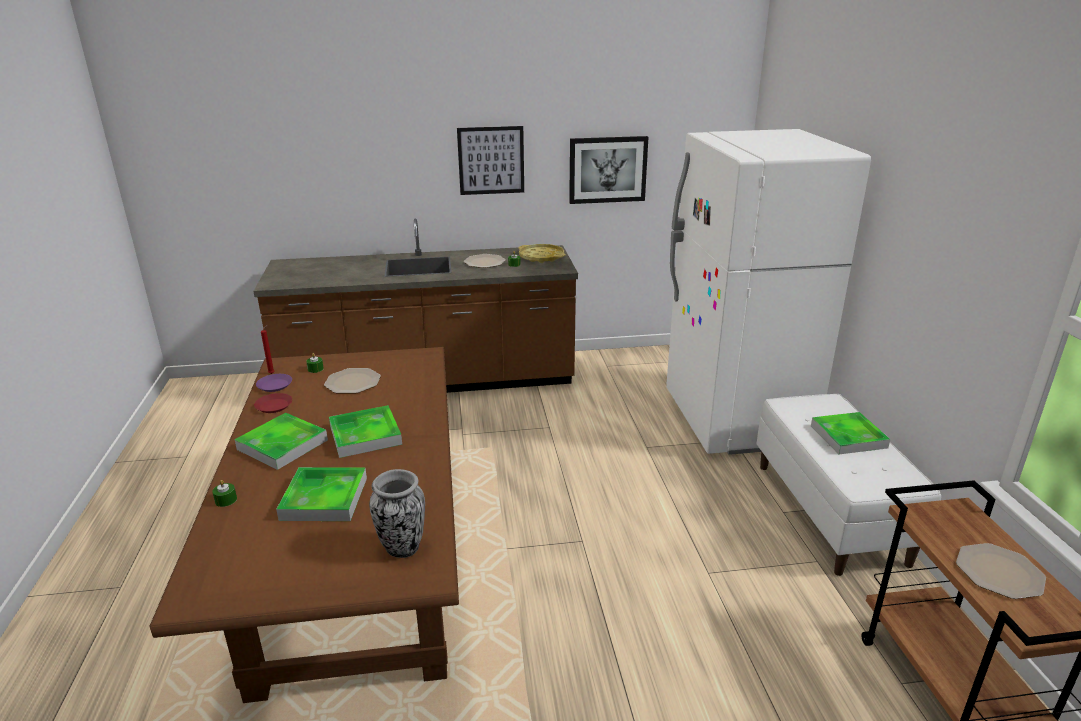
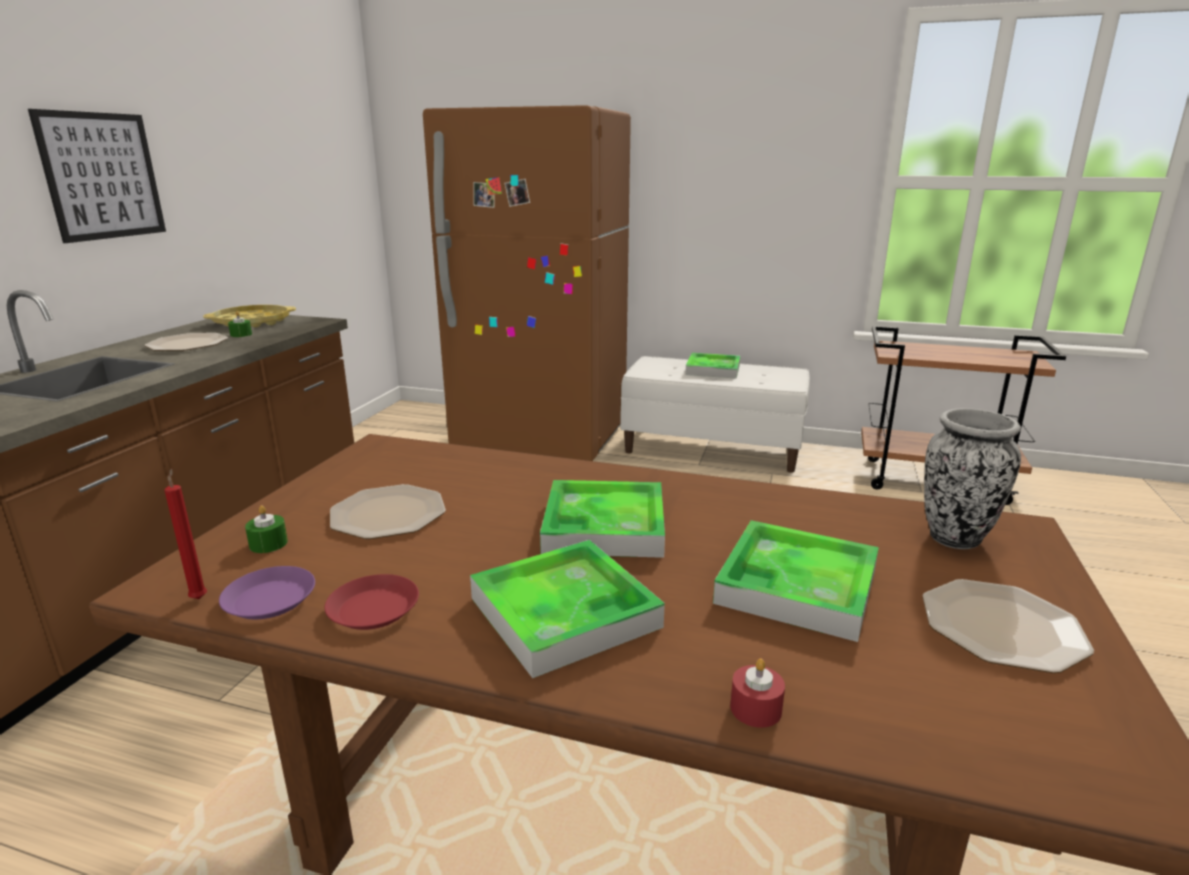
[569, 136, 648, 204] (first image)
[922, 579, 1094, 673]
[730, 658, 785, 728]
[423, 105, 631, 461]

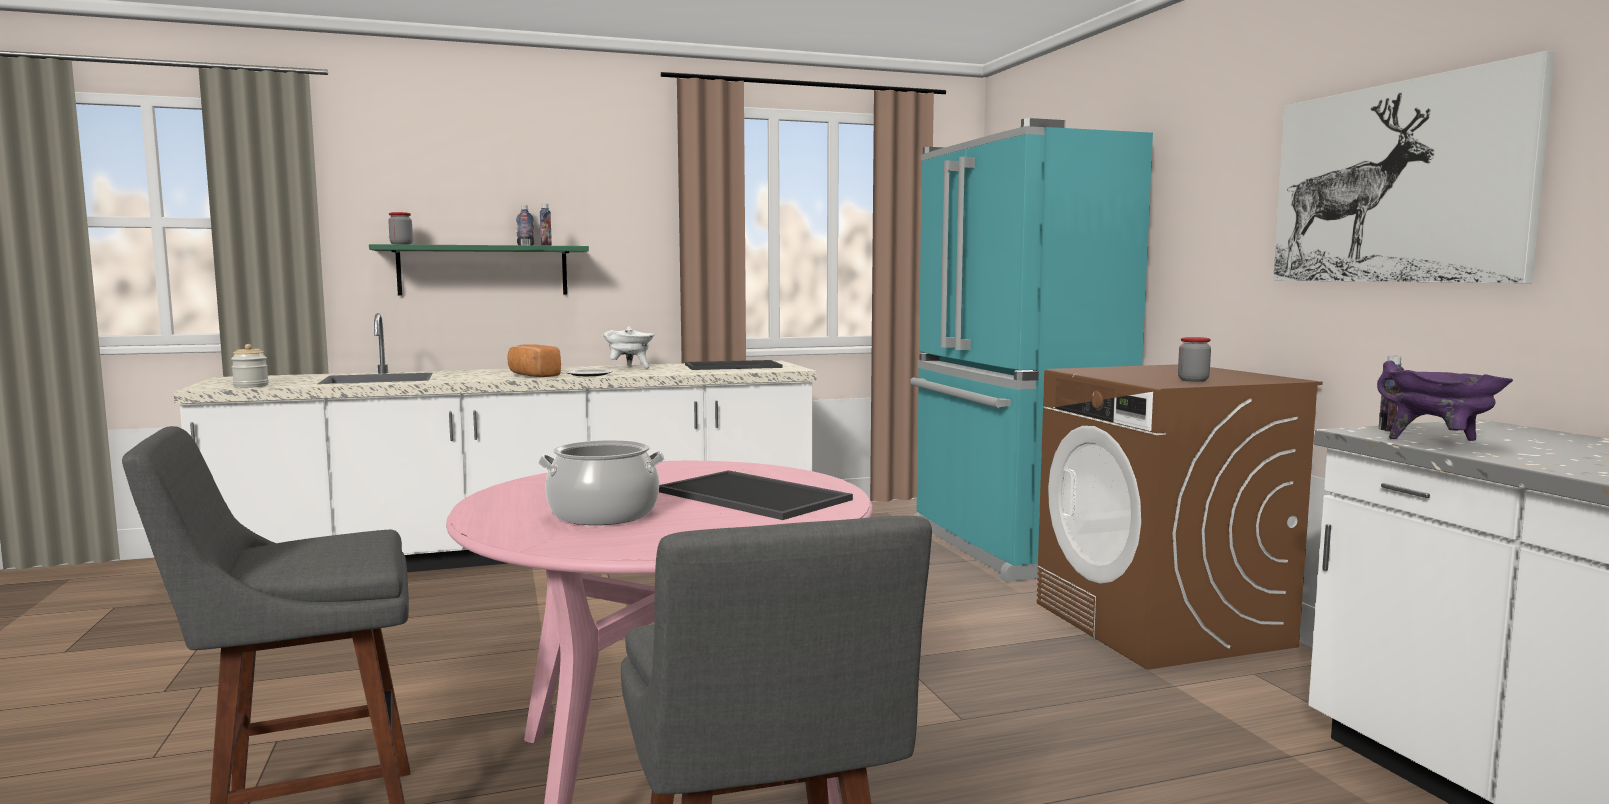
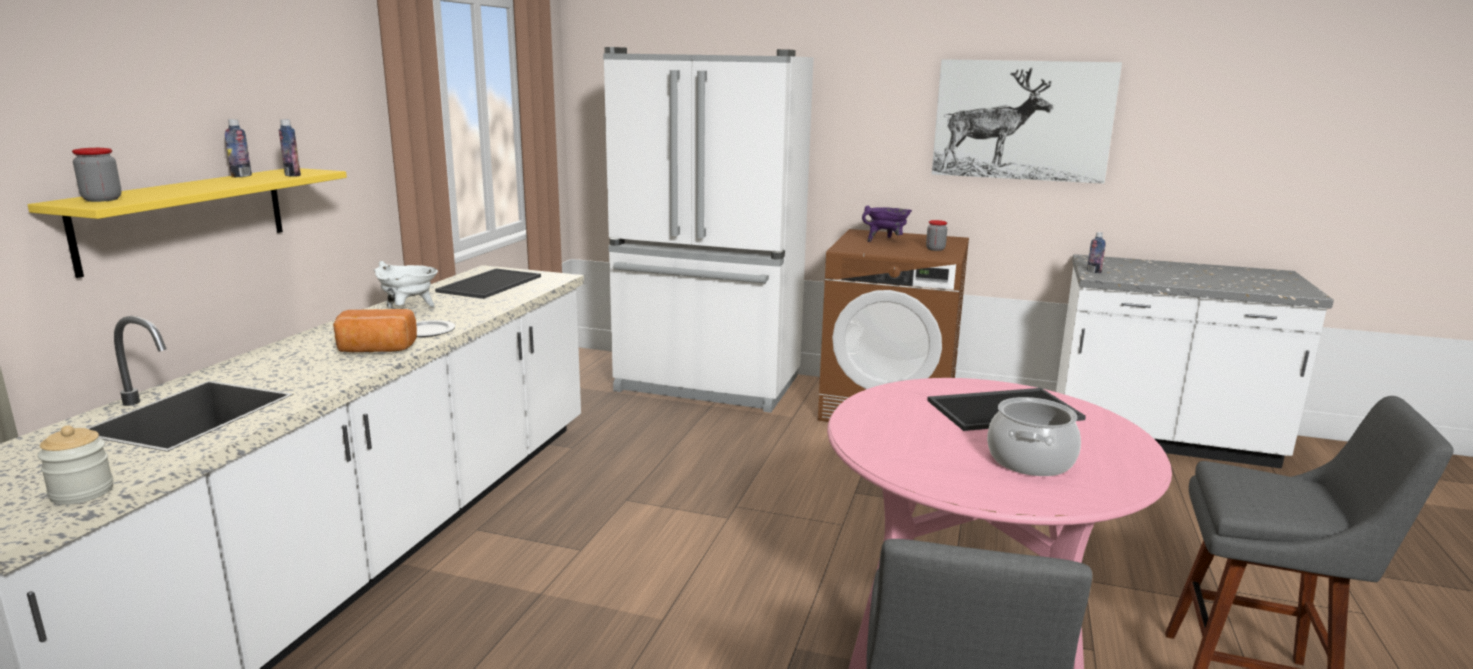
[862, 206, 912, 242]
[28, 168, 347, 278]
[603, 47, 814, 413]

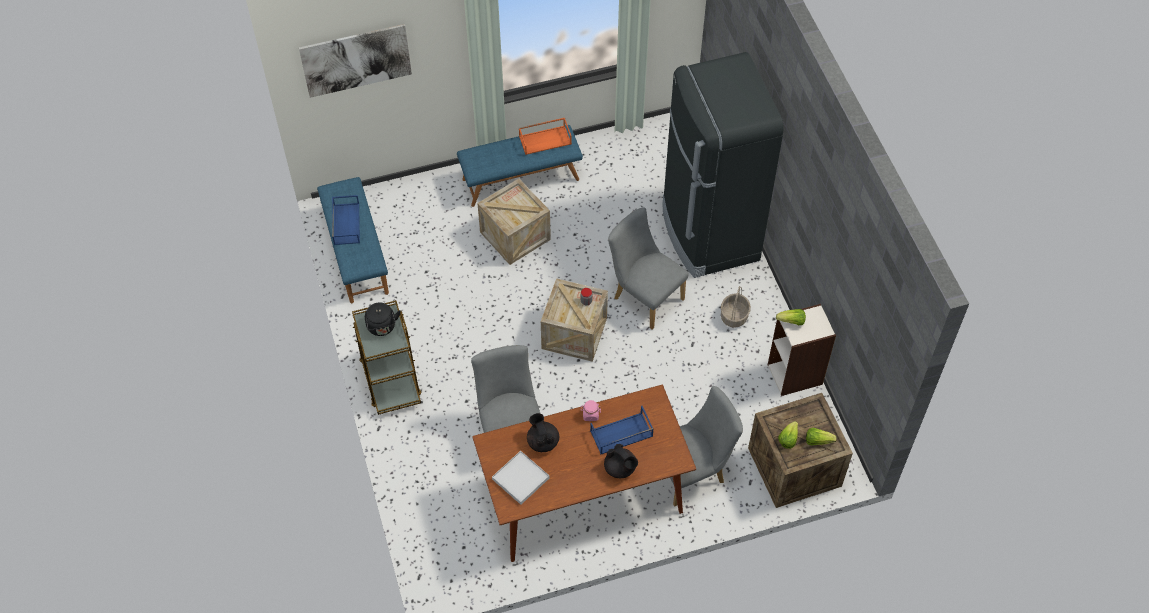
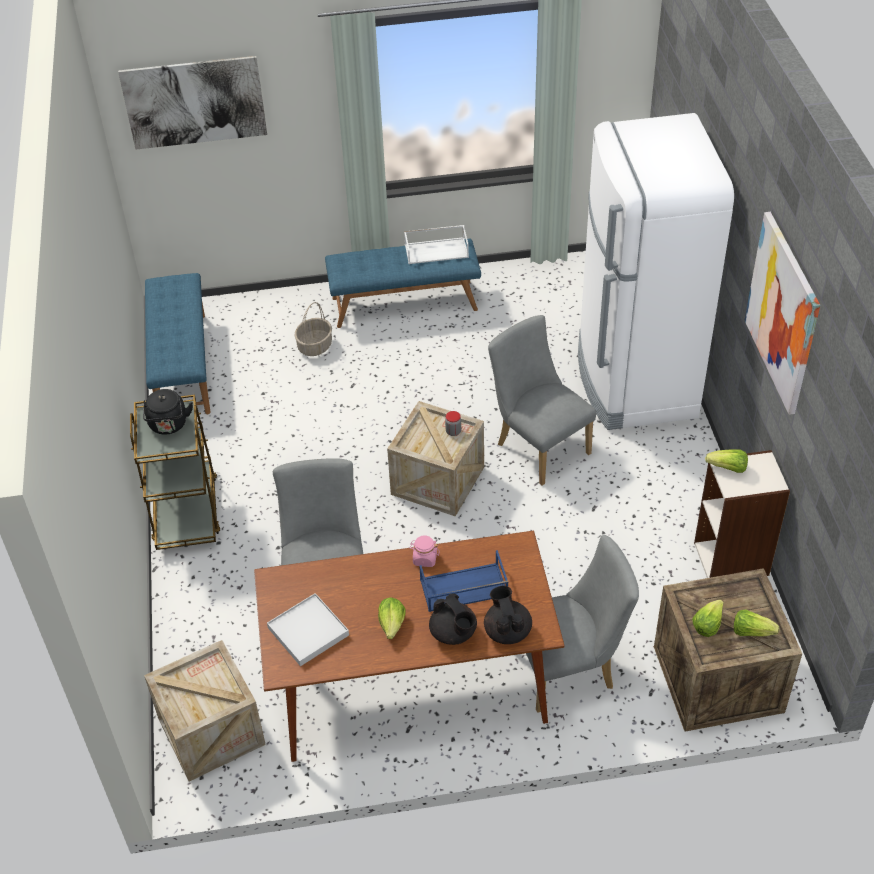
[332, 195, 360, 245] (first image)
[378, 597, 406, 639]
[744, 212, 820, 415]
[144, 640, 266, 782]
[484, 586, 532, 644]
[294, 302, 332, 356]
[404, 225, 469, 264]
[578, 113, 734, 430]

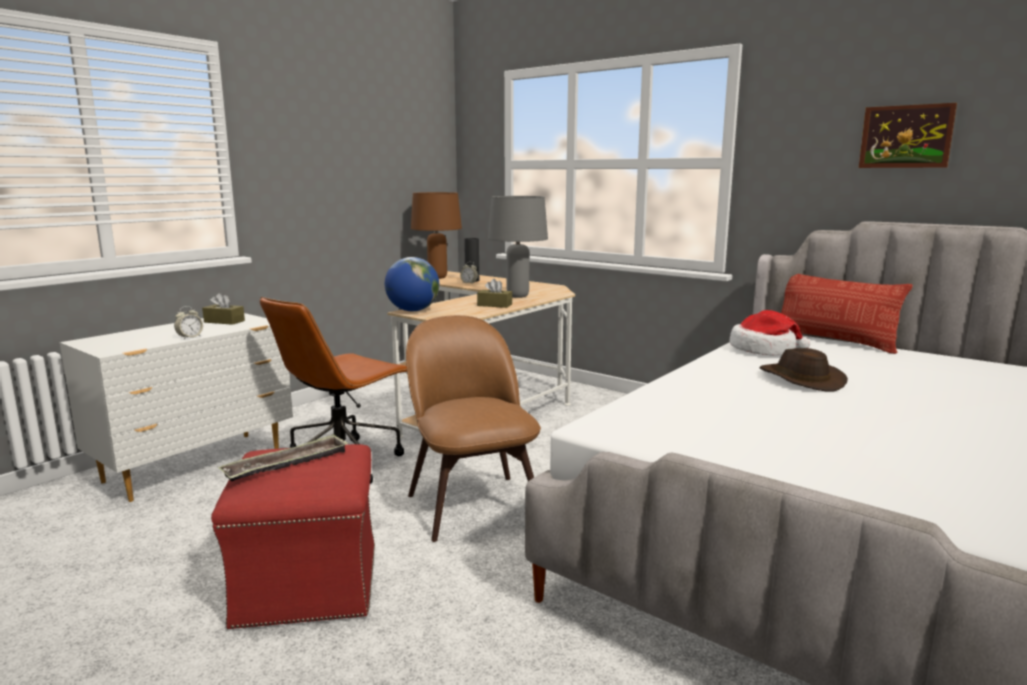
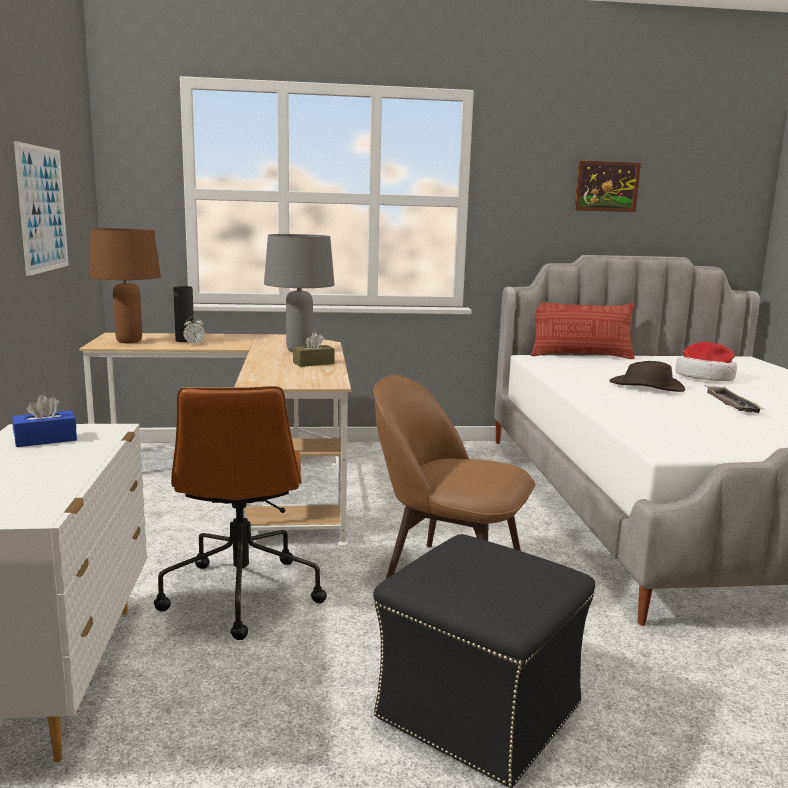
[174, 306, 203, 339] (first image)
[385, 257, 439, 311] (first image)
[14, 141, 69, 276]
[704, 385, 763, 413]
[676, 342, 737, 381]
[13, 395, 77, 447]
[373, 534, 595, 788]

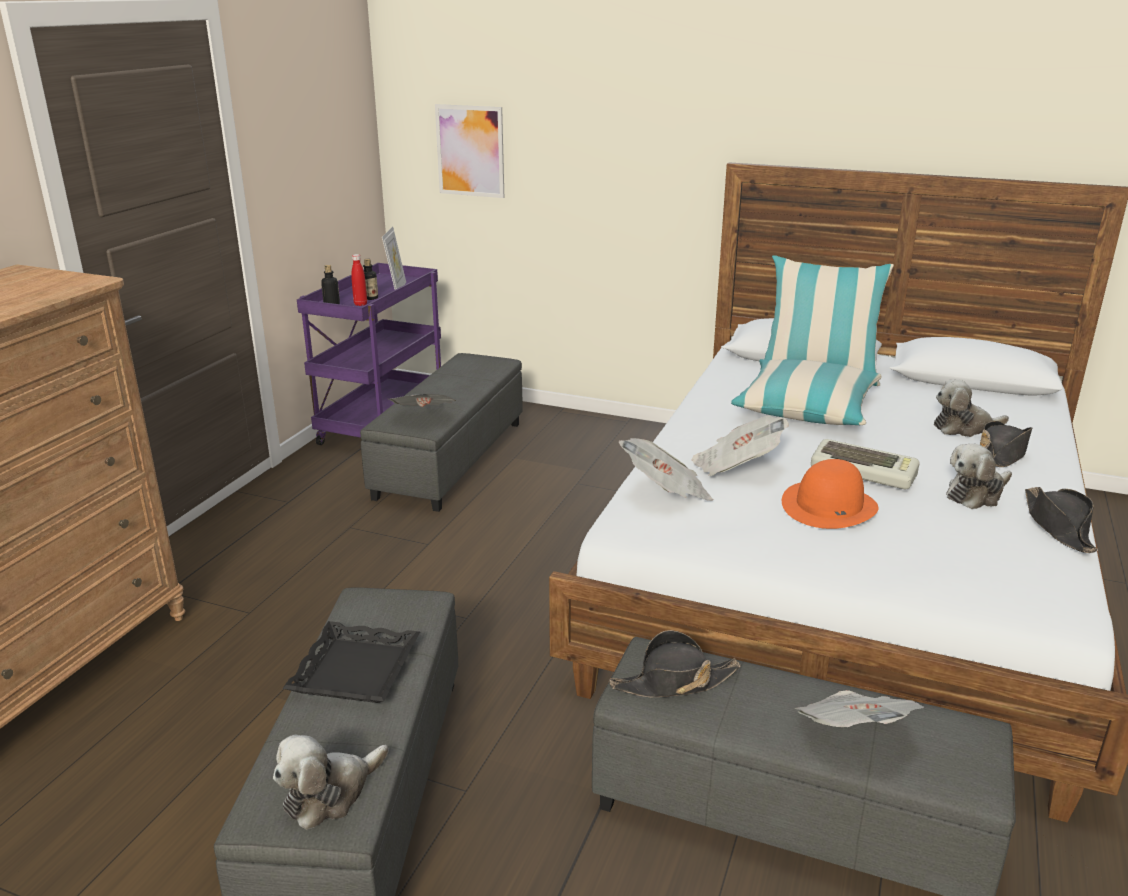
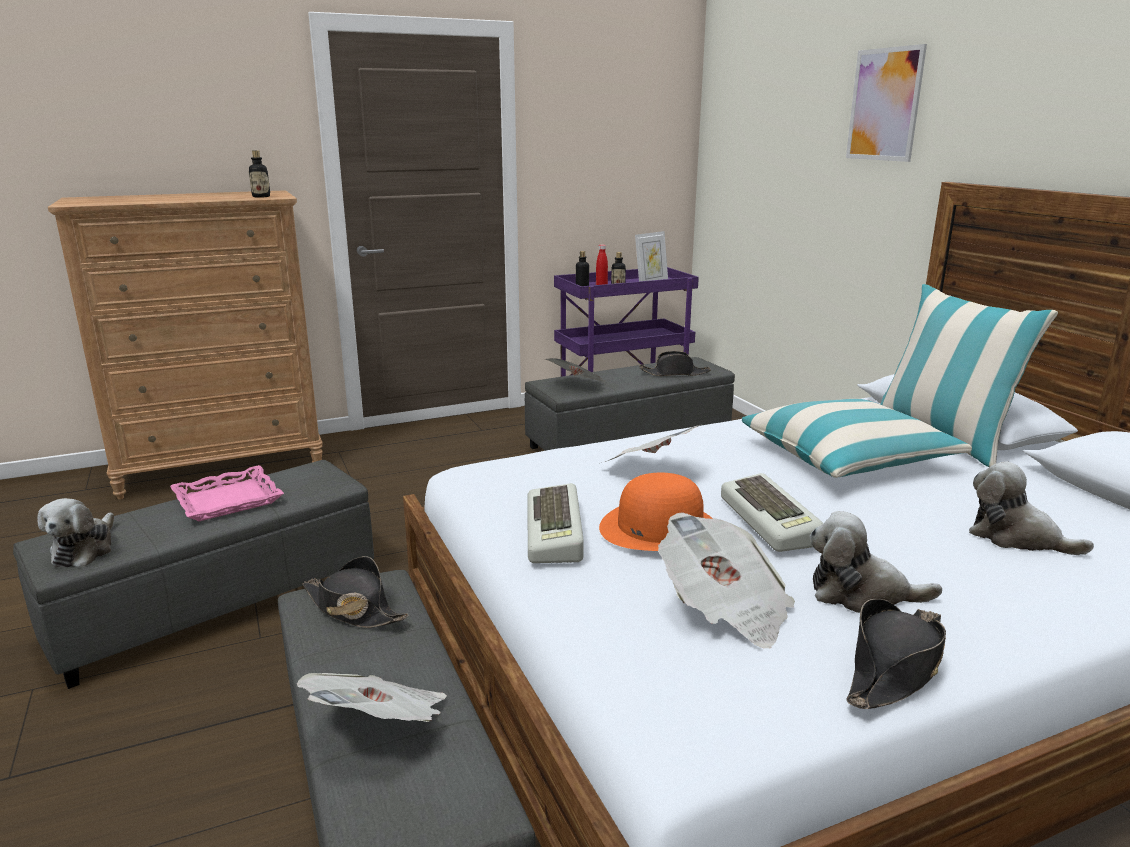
[249, 150, 270, 198]
[527, 483, 584, 563]
[846, 44, 927, 162]
[658, 513, 795, 648]
[640, 351, 711, 376]
[170, 465, 284, 521]
[37, 498, 114, 567]

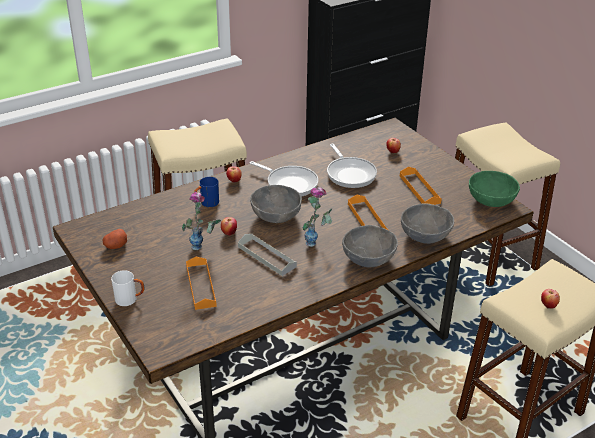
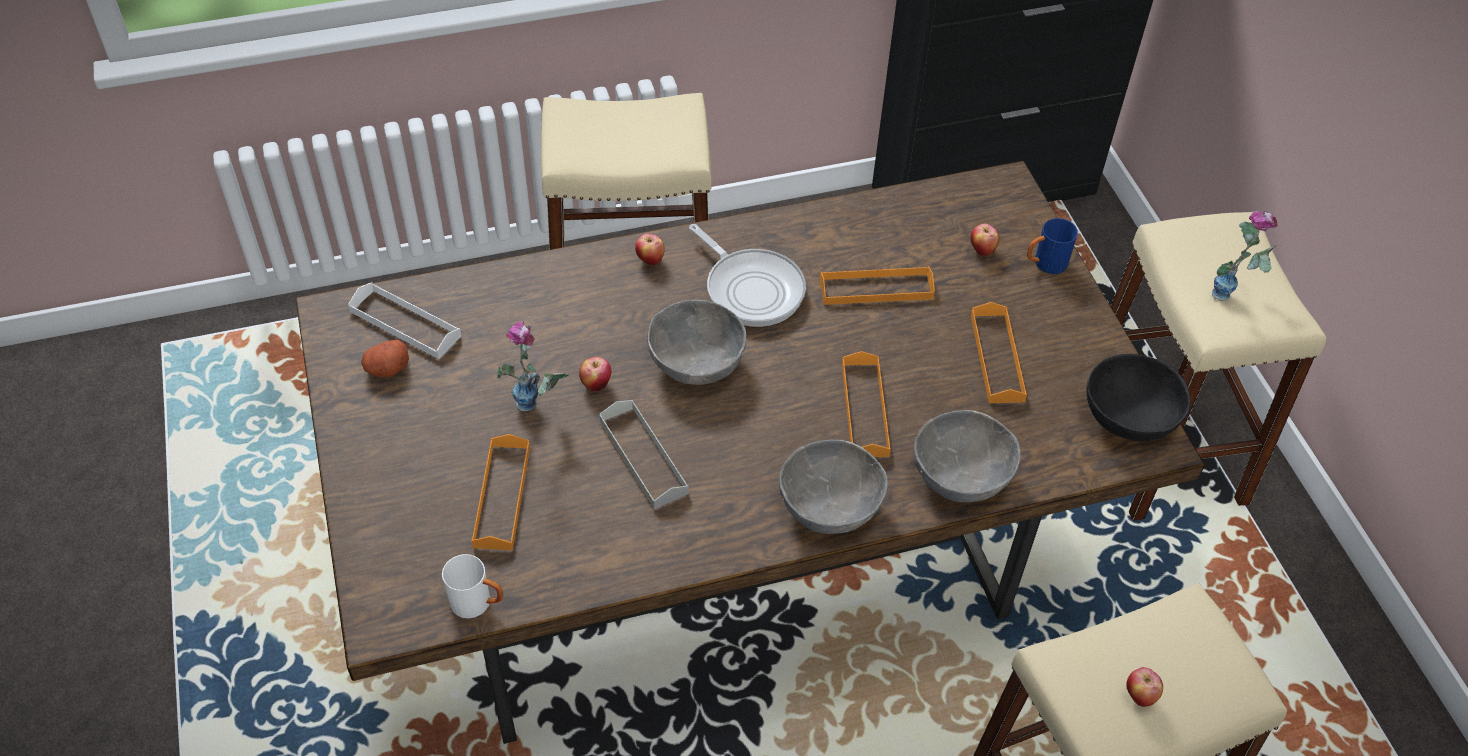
[348, 282, 461, 359]
[442, 554, 503, 618]
[1027, 218, 1078, 274]
[1212, 211, 1278, 301]
[820, 266, 935, 305]
[1086, 354, 1191, 442]

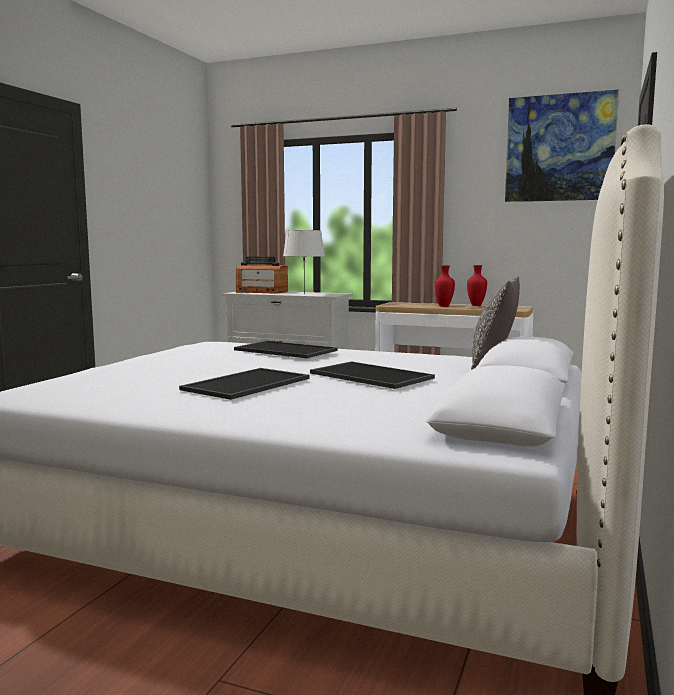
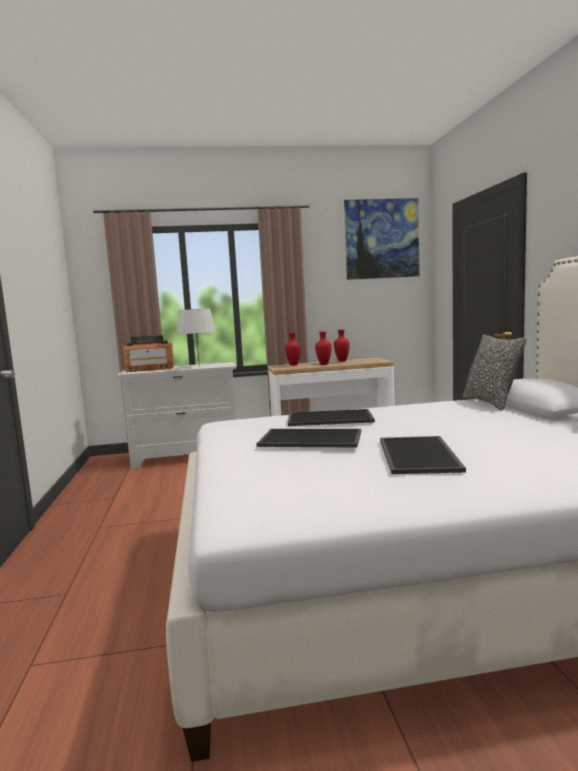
[285, 333, 301, 366]
[256, 429, 361, 447]

